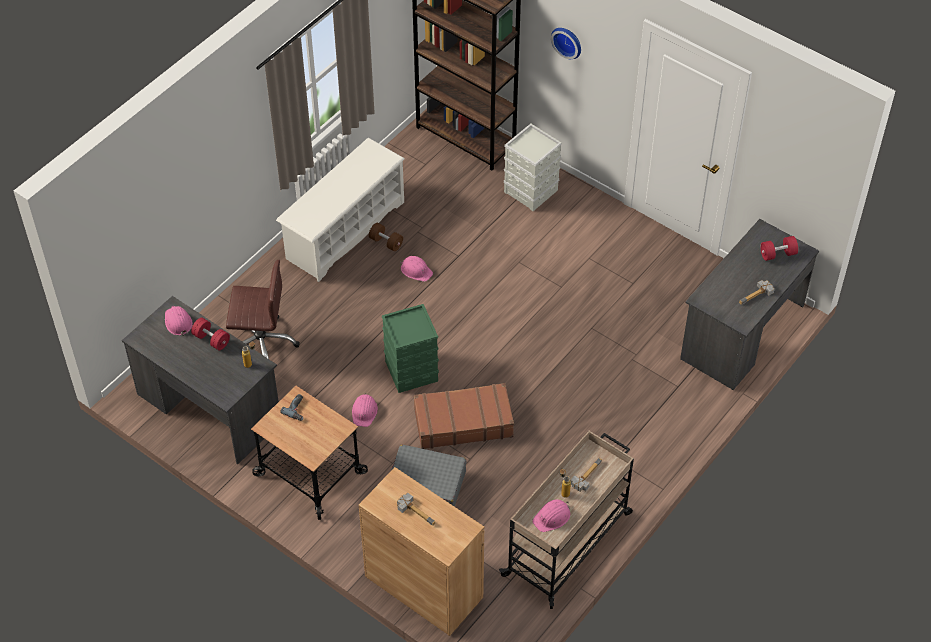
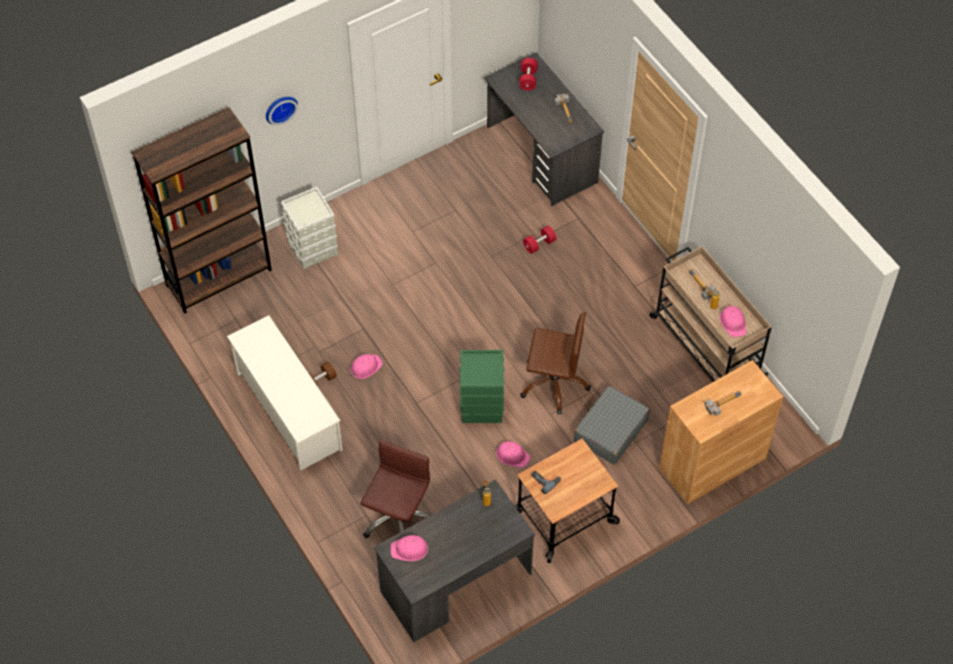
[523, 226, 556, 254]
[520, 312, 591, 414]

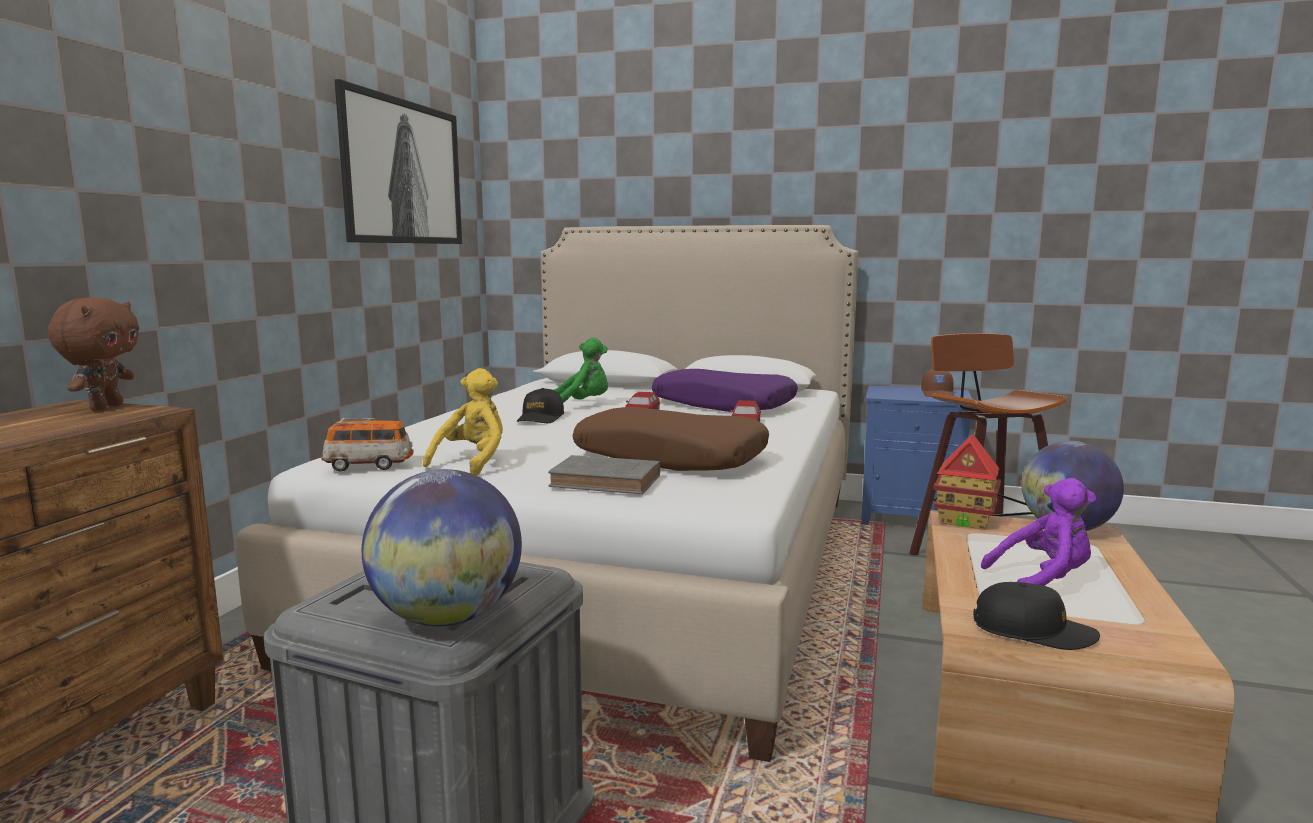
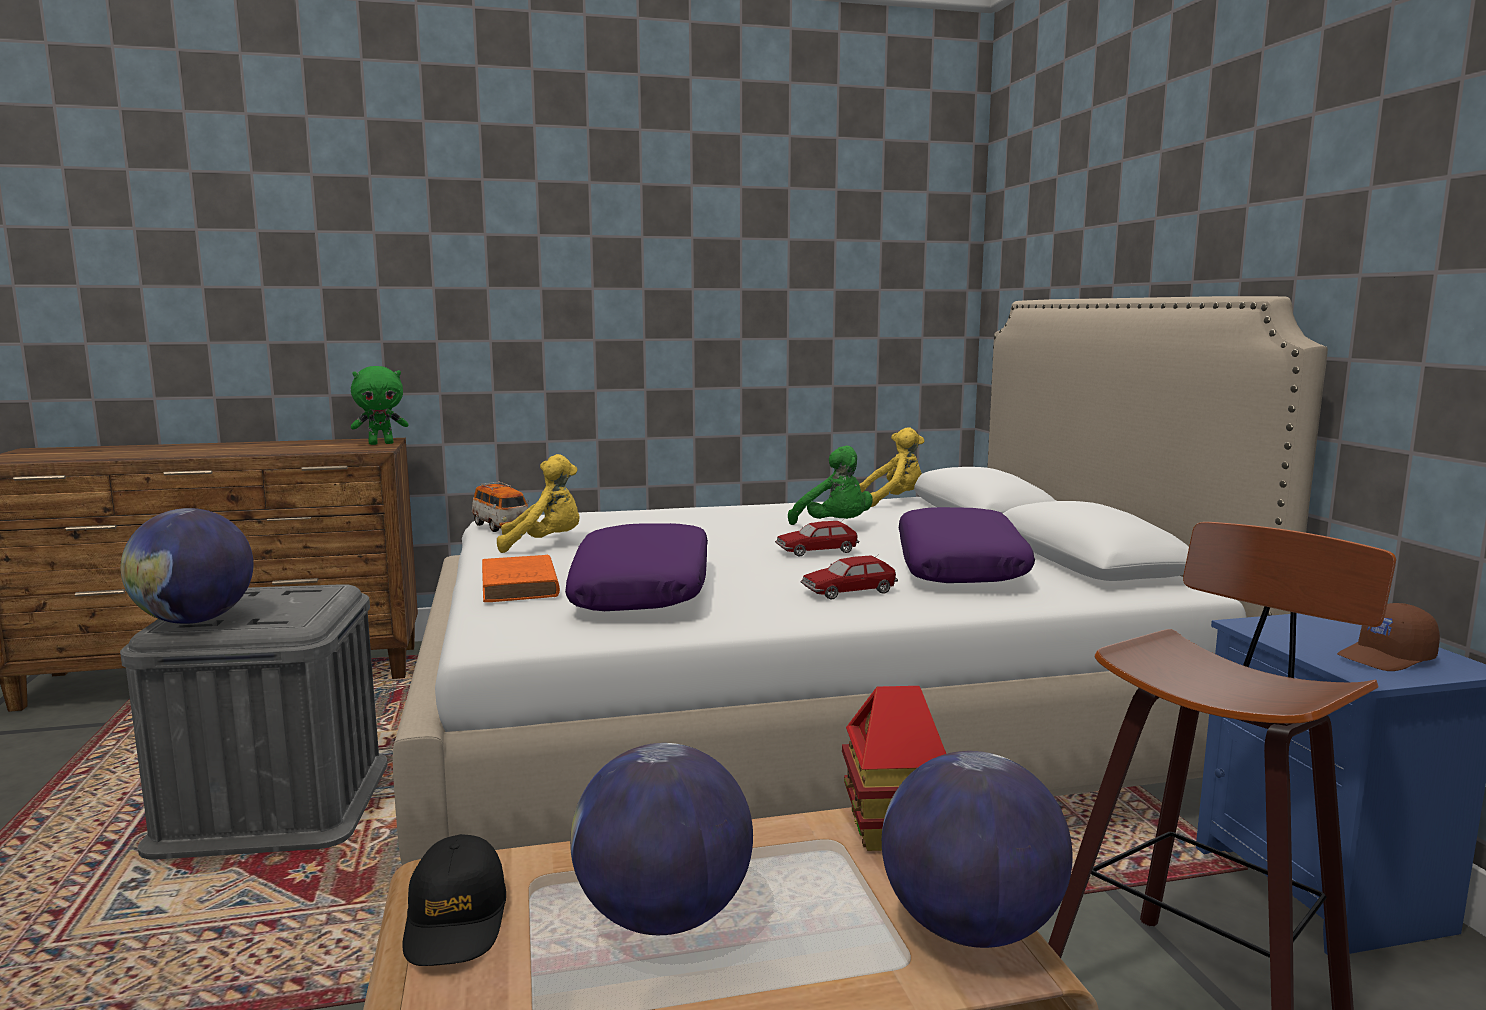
[335, 79, 462, 244] (first image)
[517, 388, 564, 423] (first image)
[859, 427, 924, 507]
[570, 743, 753, 935]
[351, 366, 409, 445]
[482, 555, 560, 602]
[565, 523, 708, 611]

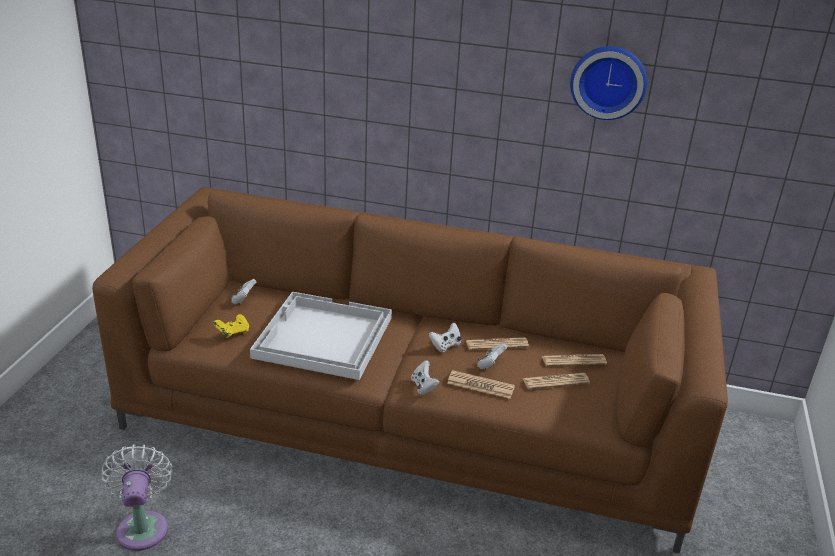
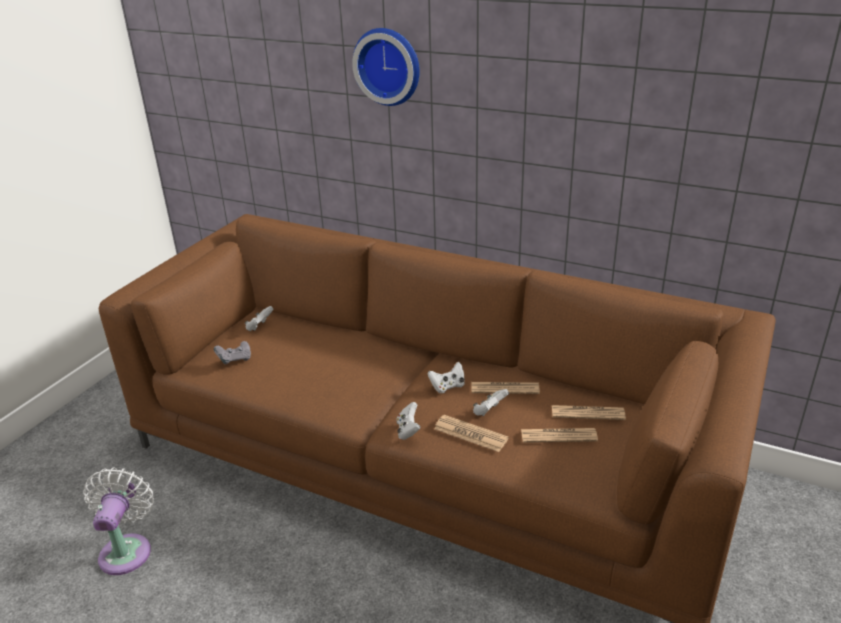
[250, 292, 392, 380] (first image)
[352, 28, 420, 106]
[214, 341, 251, 364]

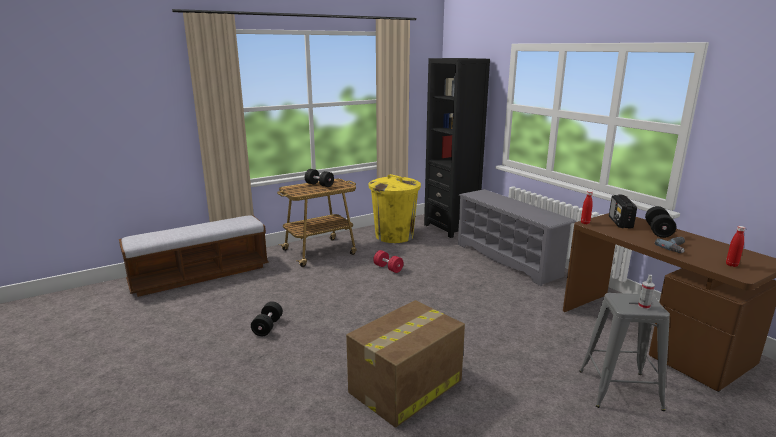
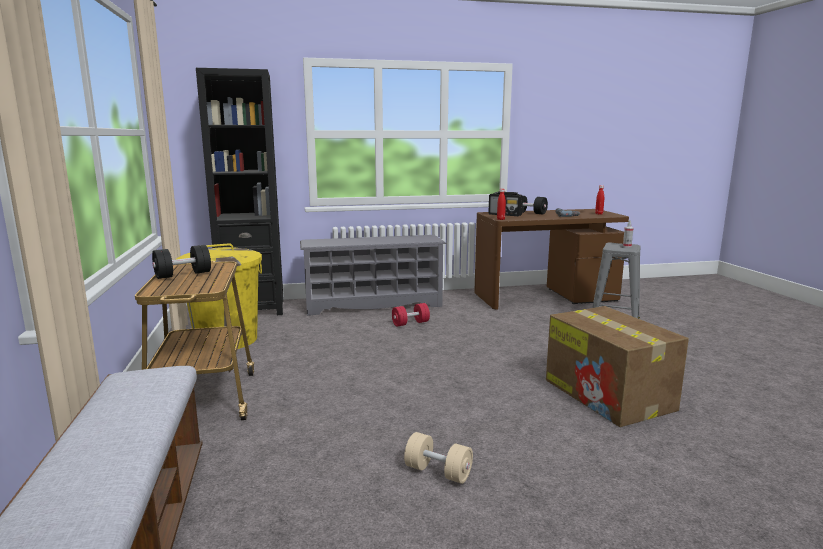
[392, 303, 430, 327]
[404, 432, 473, 484]

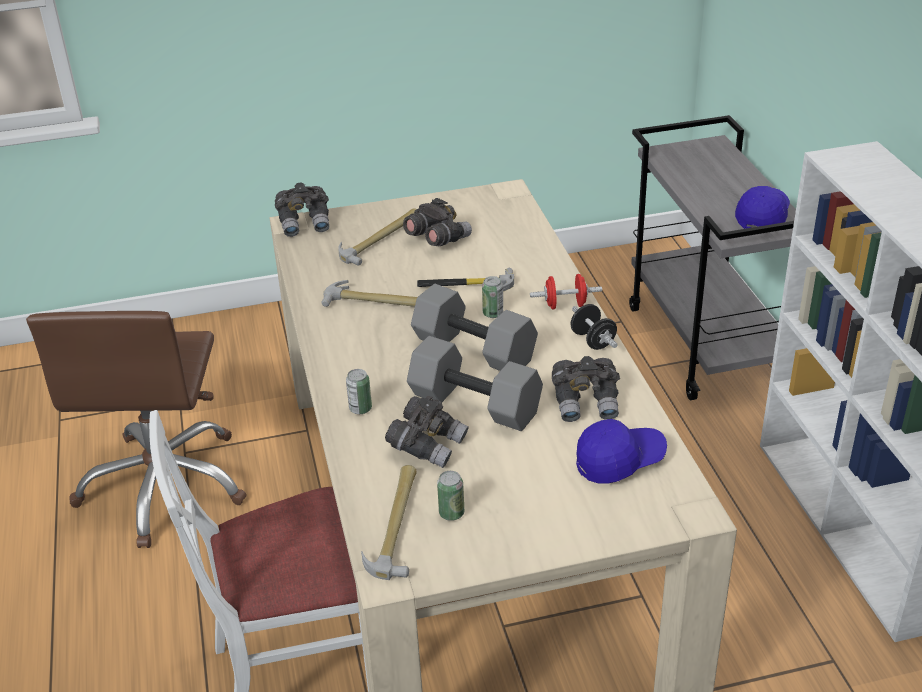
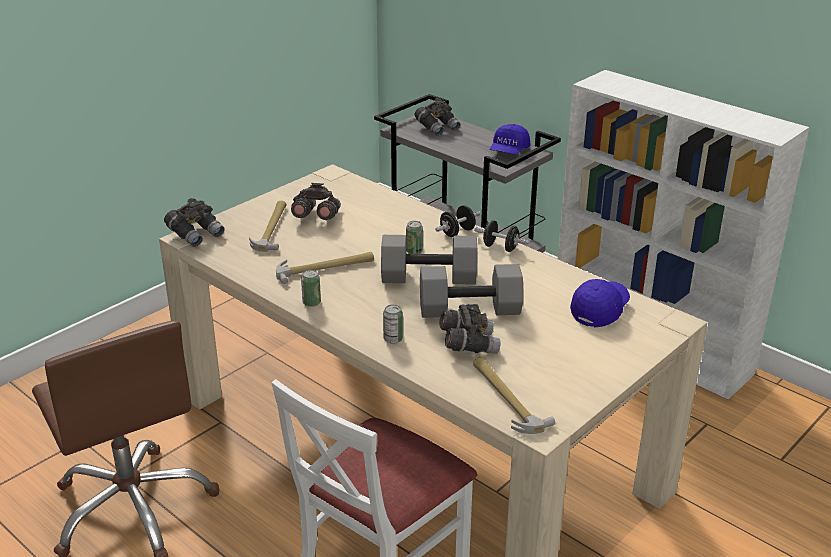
[417, 267, 514, 291] (first image)
[301, 270, 321, 307]
[414, 98, 460, 136]
[435, 205, 480, 237]
[490, 124, 530, 154]

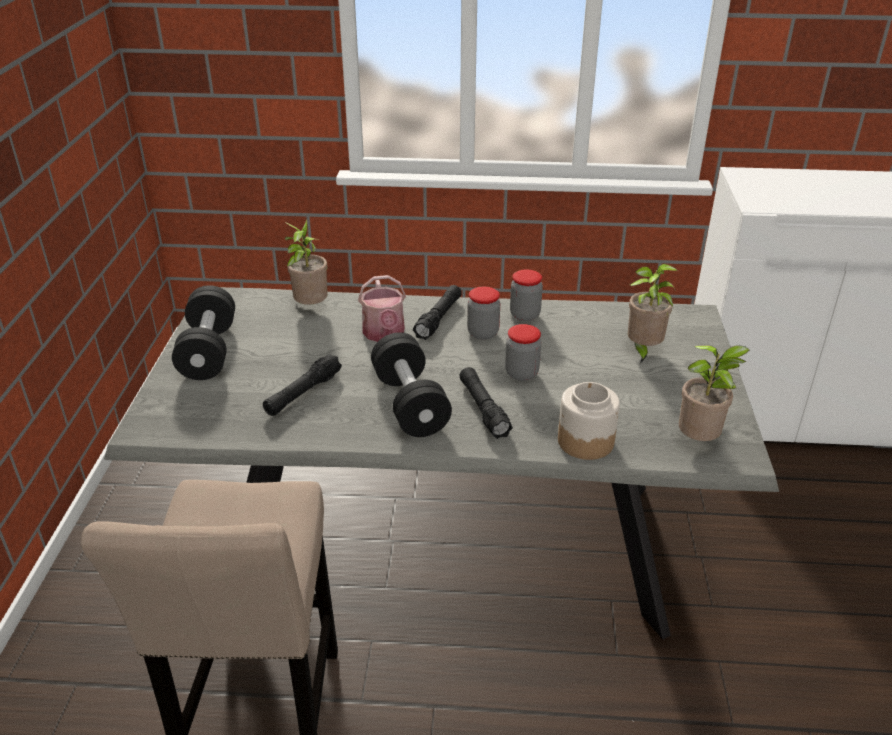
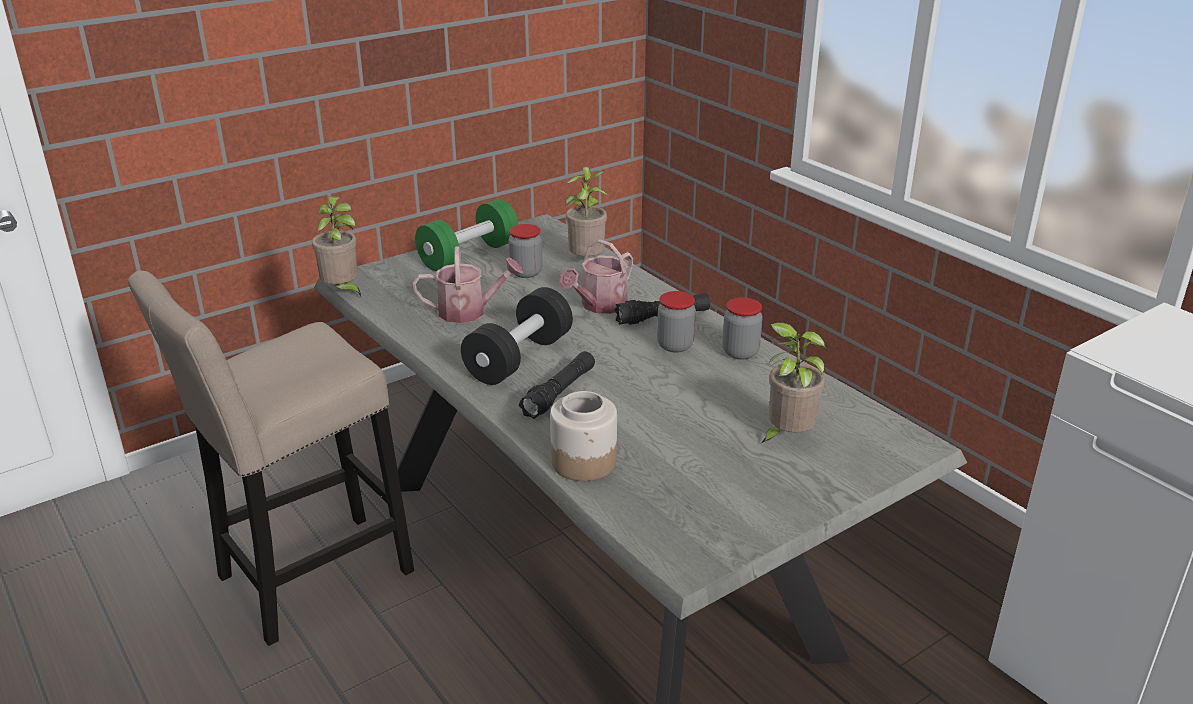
[508, 224, 542, 278]
[312, 197, 361, 296]
[413, 246, 523, 323]
[415, 199, 519, 271]

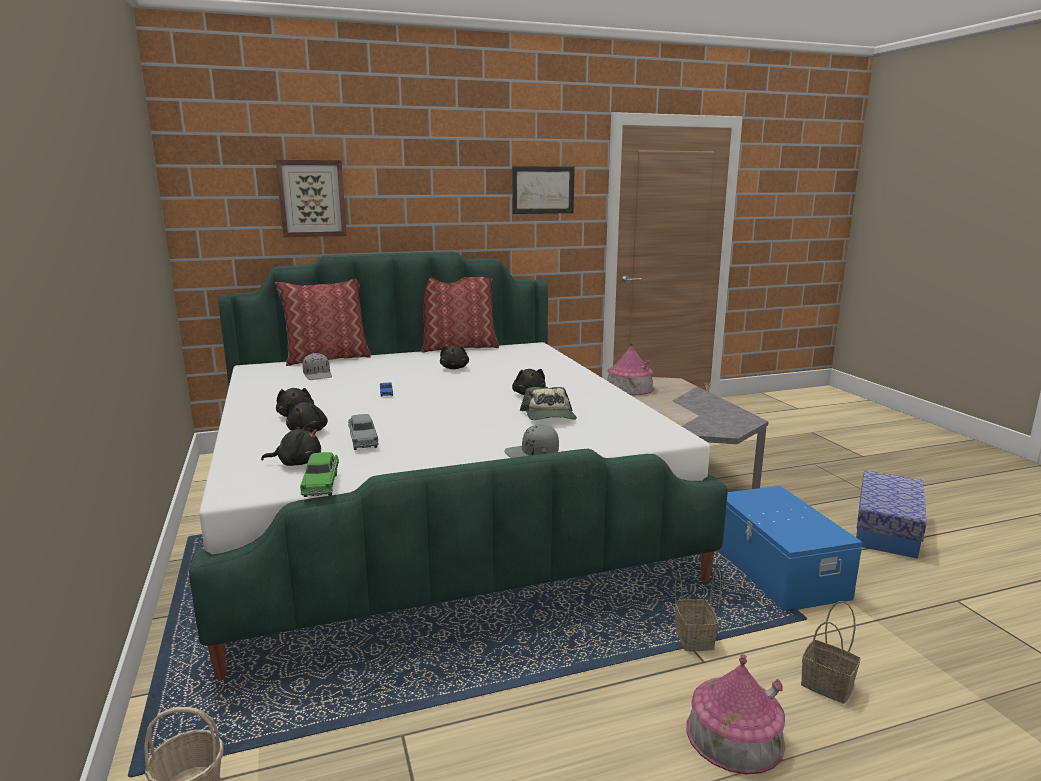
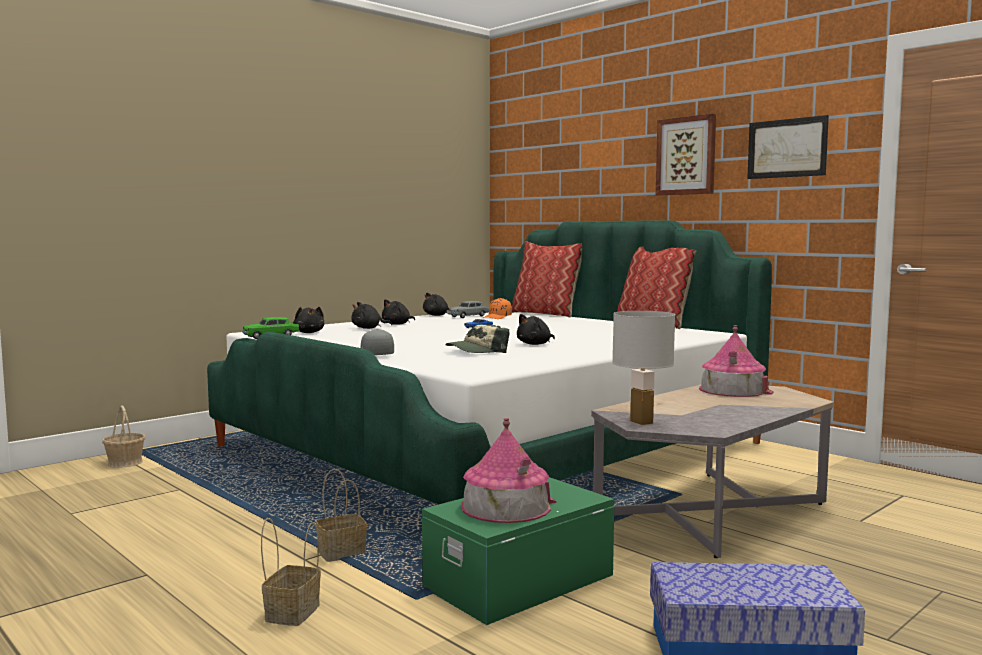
[612, 311, 675, 425]
[656, 114, 716, 195]
[448, 301, 489, 318]
[423, 293, 449, 316]
[461, 418, 557, 523]
[483, 298, 512, 319]
[422, 477, 614, 625]

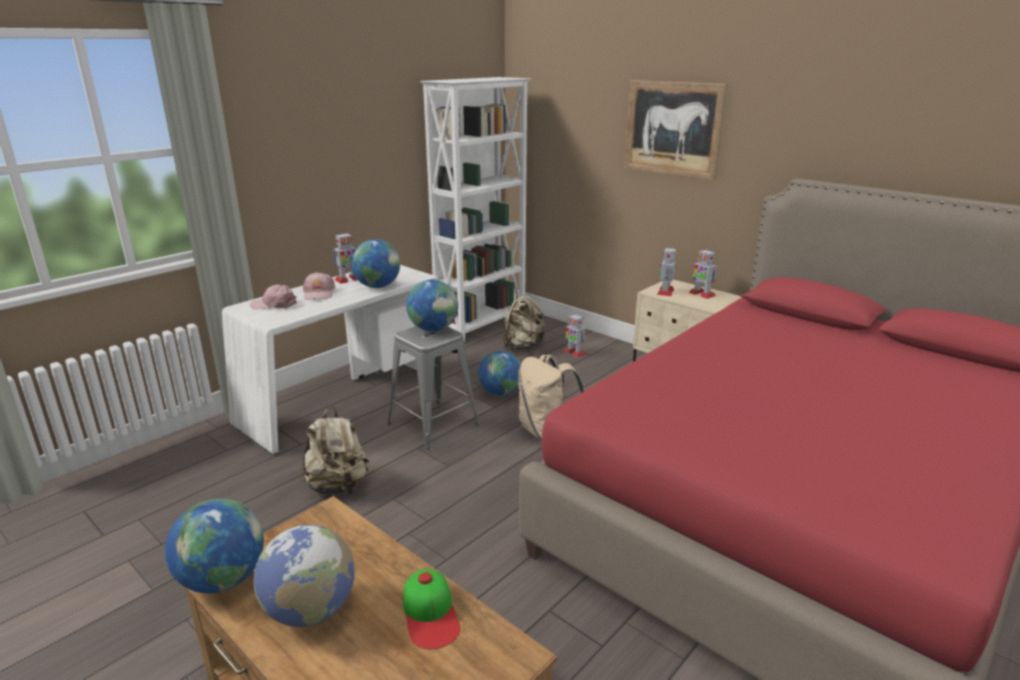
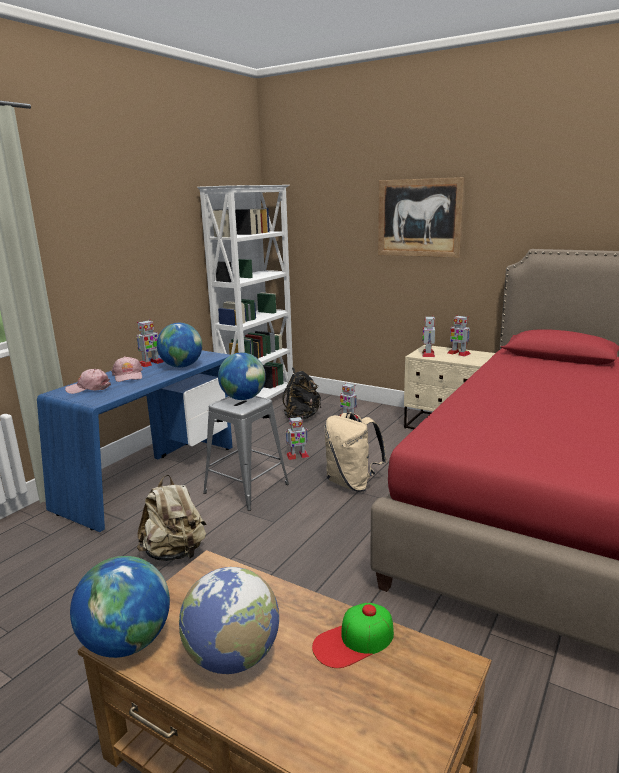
[285, 416, 309, 460]
[37, 350, 232, 532]
[282, 367, 321, 419]
[312, 603, 394, 668]

